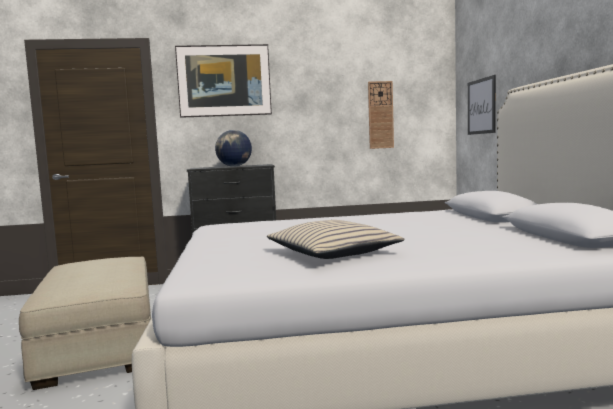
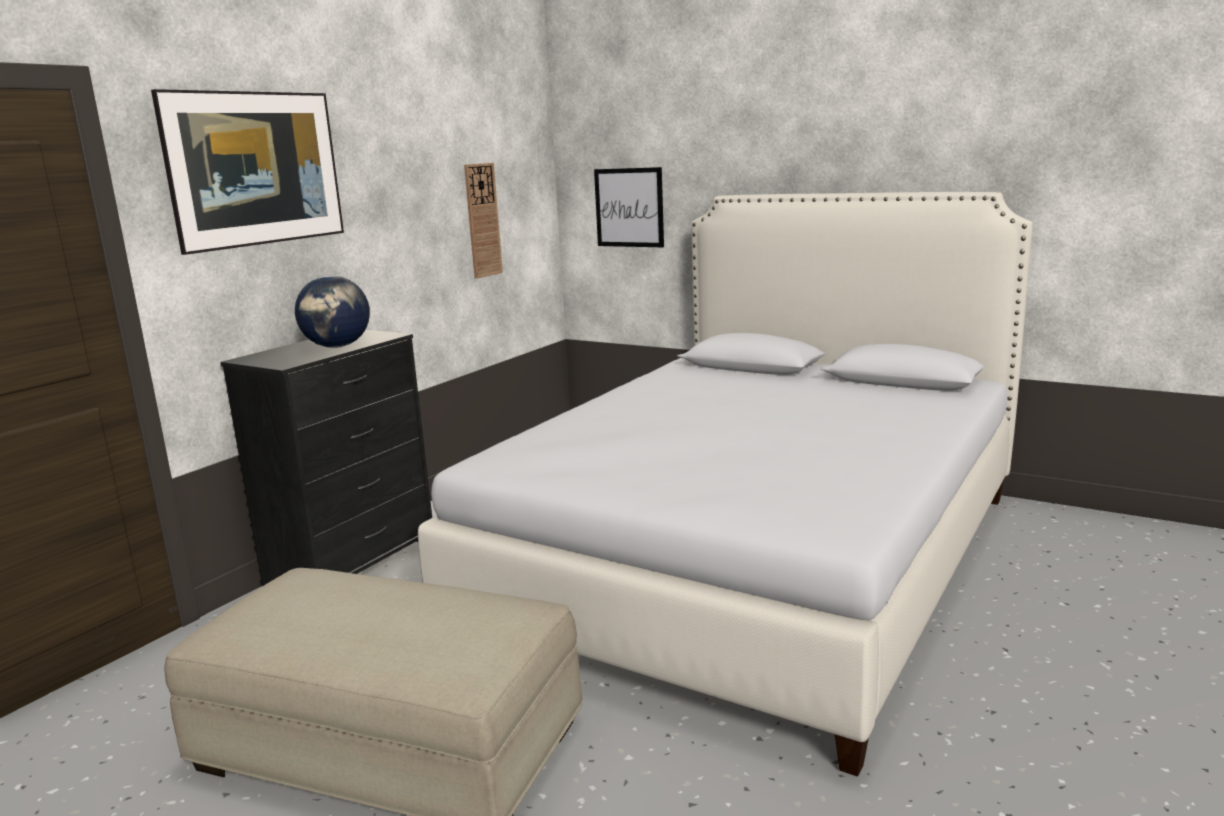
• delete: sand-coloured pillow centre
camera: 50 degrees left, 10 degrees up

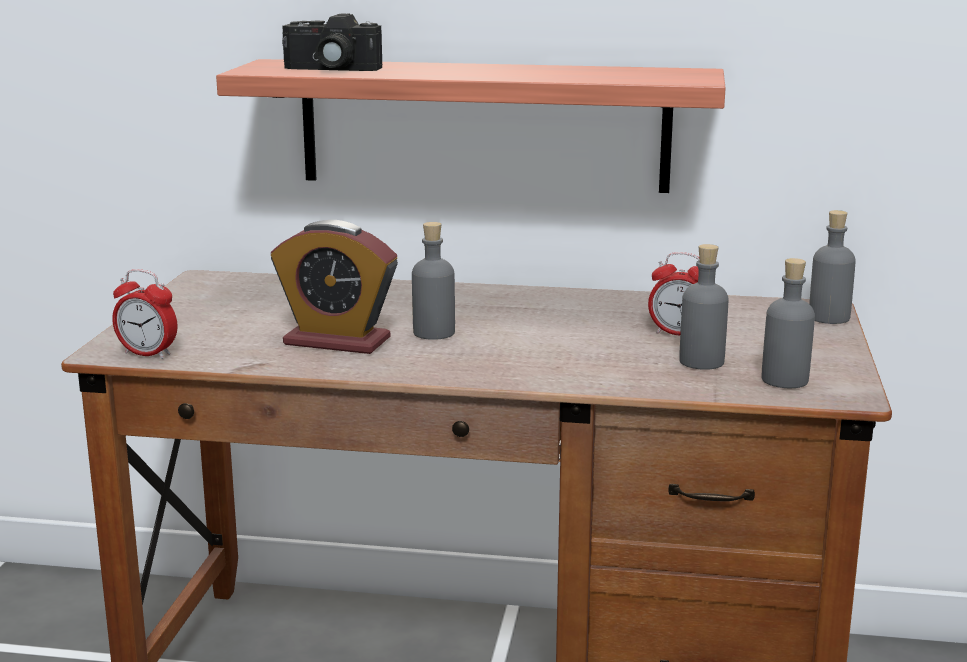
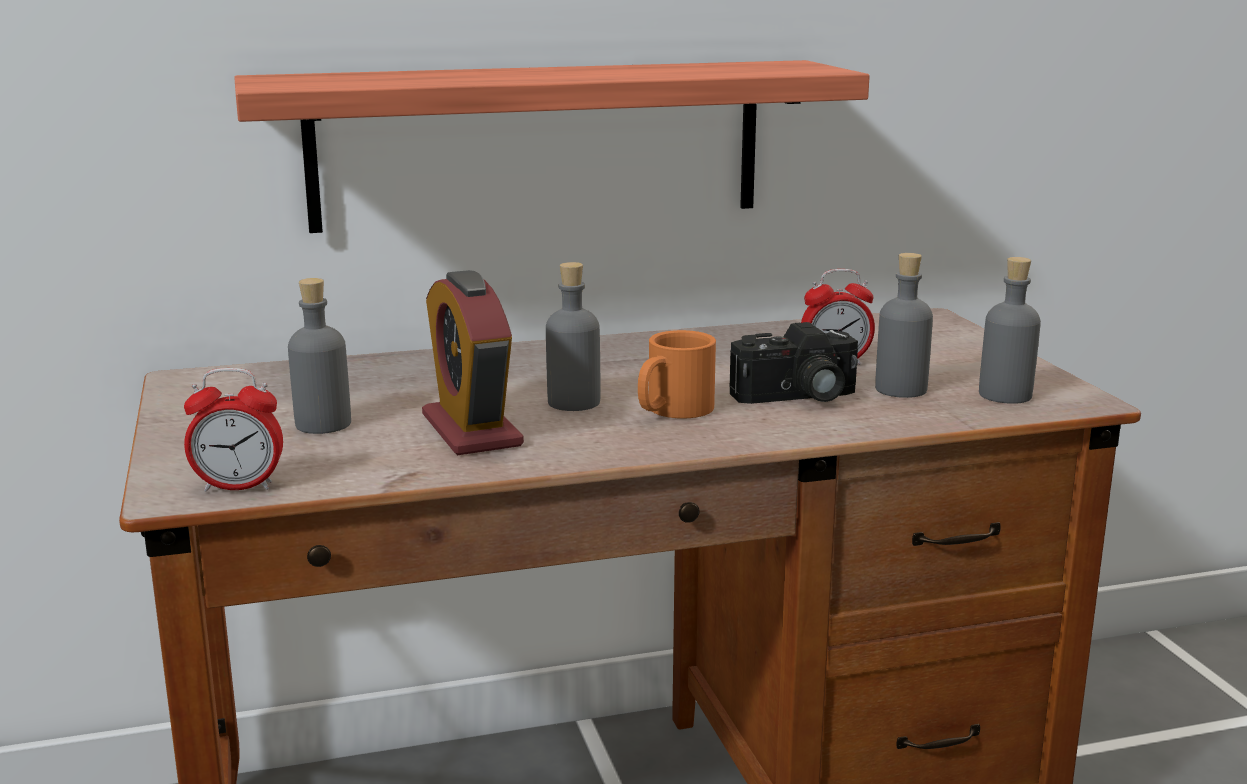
• insert: orangey mug centre
• move: photo camera top centre to centre
• move: gray bottle (4th from left in the first image) middle right to gray bottle (1st from left) middle left
• rotate: table clock (2nd from left) centre = centre 75 degrees clockwise
camera: 25 degrees left, 0 degrees up

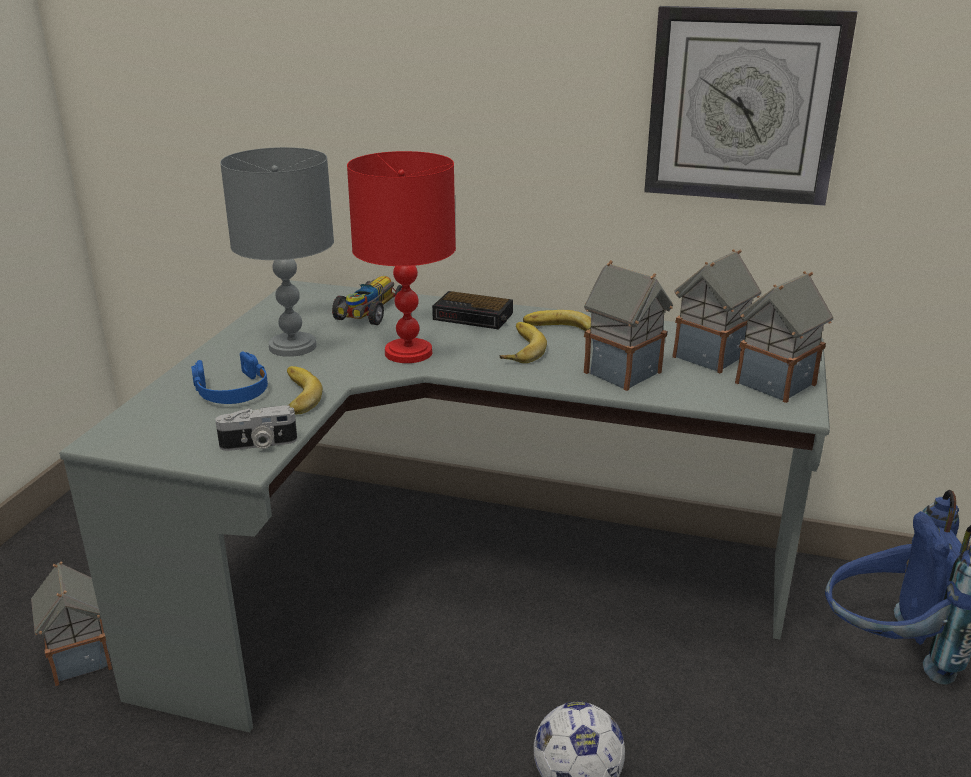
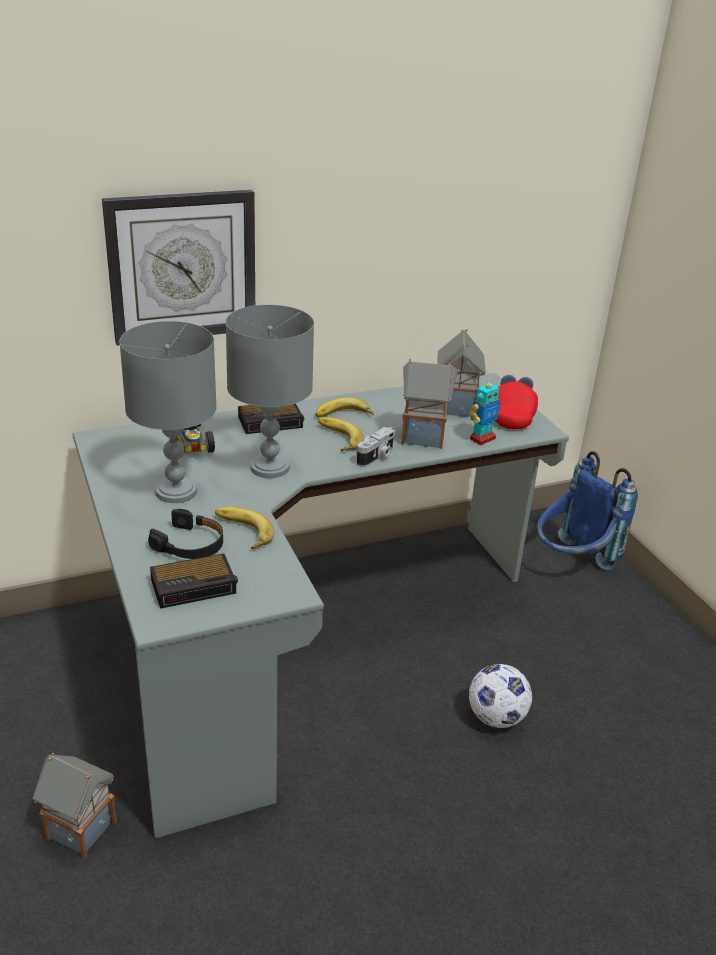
• insert: table clock (1st from left) middle left
• insert: toy robot middle right
• move: photo camera middle left to centre
• move: hanging clock top right to top left
• replace: toy house (4th from left) middle right to red cap middle right
• recolor: blue-coloured headset middle left to black headset middle left
• recolor: red lamp for a table top centre to gray lamp for a table (2nd from left) centre
camera: 40 degrees left, 5 degrees up

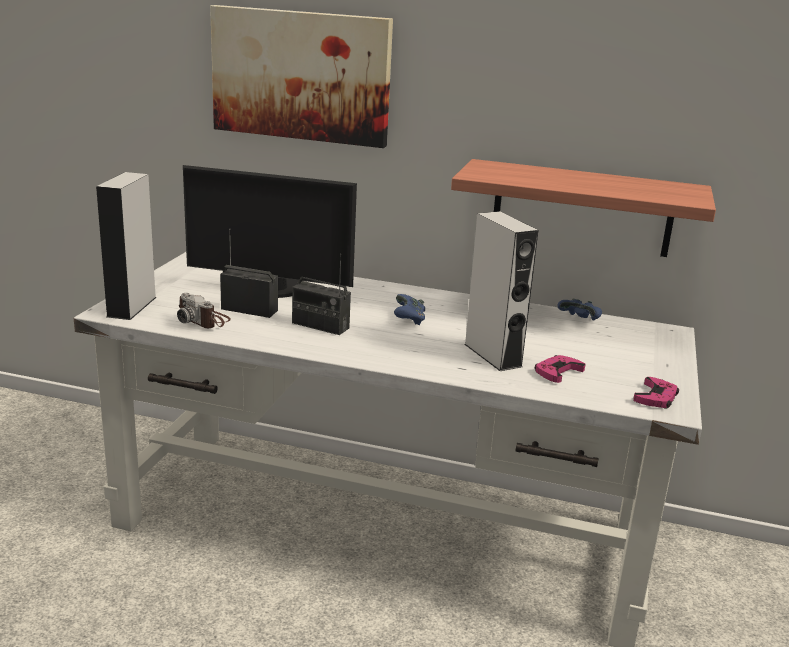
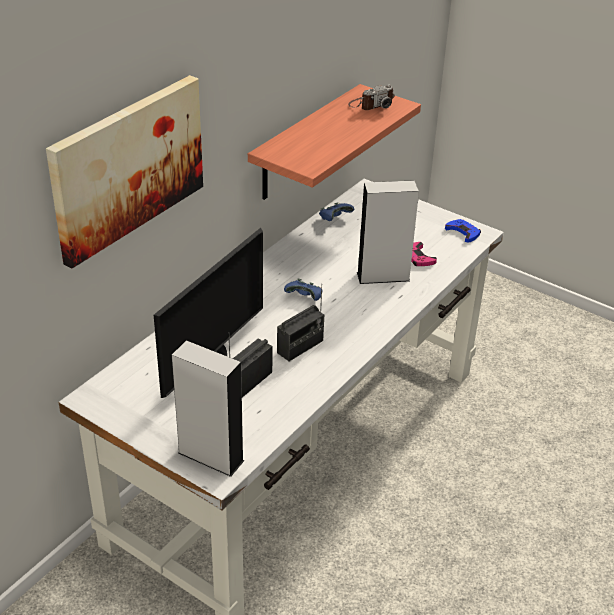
• move: photo camera middle left to top centre
• recolor: pink-coloured joypad (2nd from left) middle right to blue-coloured joypad (3rd from left) middle right
camera: 70 degrees left, 15 degrees up

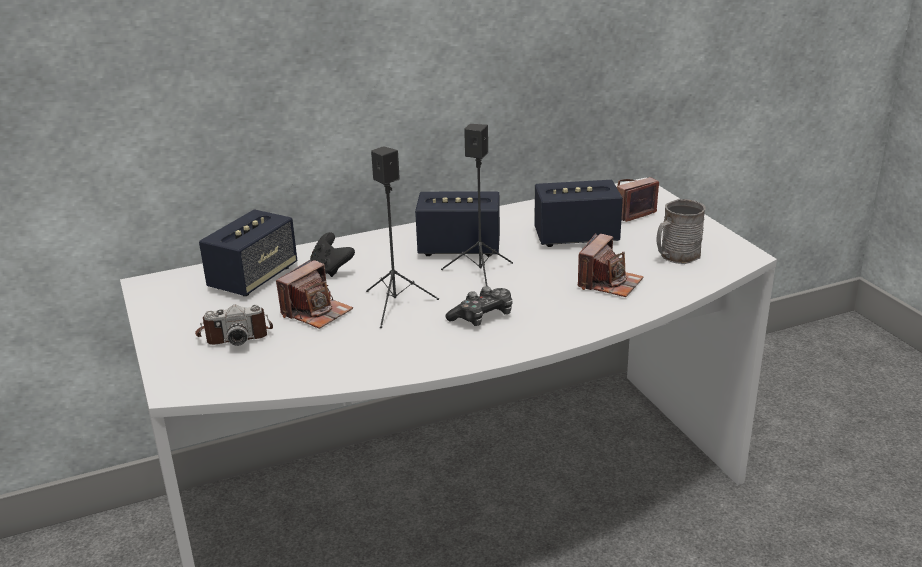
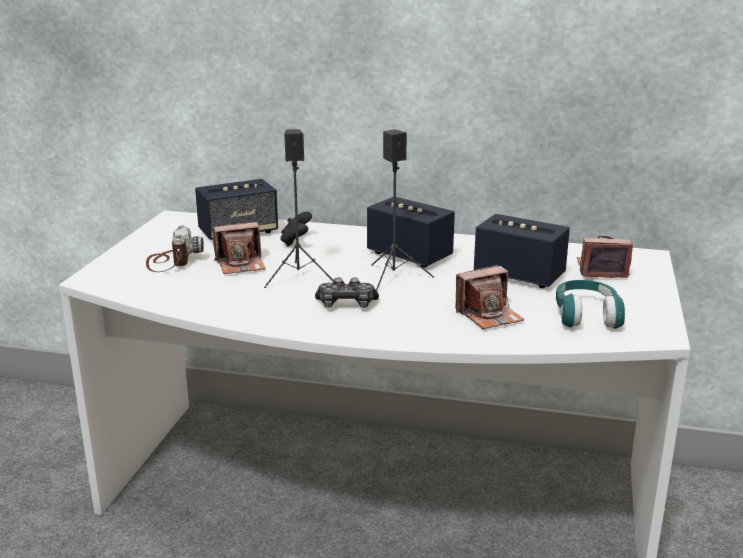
• replace: gray mug middle right to blue-green headset middle right
• rotate: photo camera (1st from left) middle left = middle left 120 degrees counterclockwise
camera: 35 degrees right, 5 degrees down

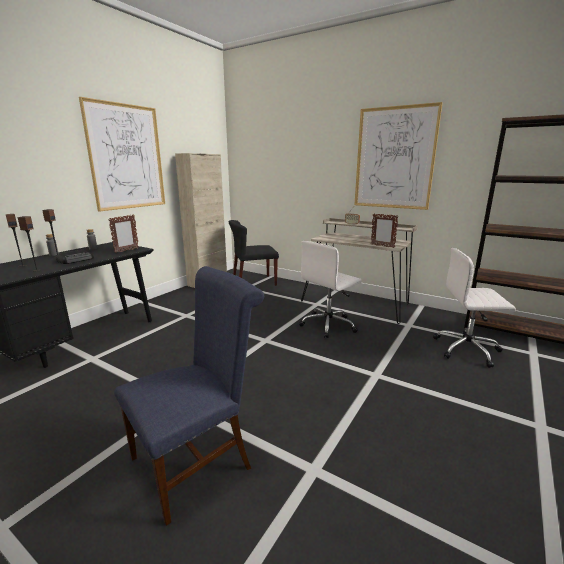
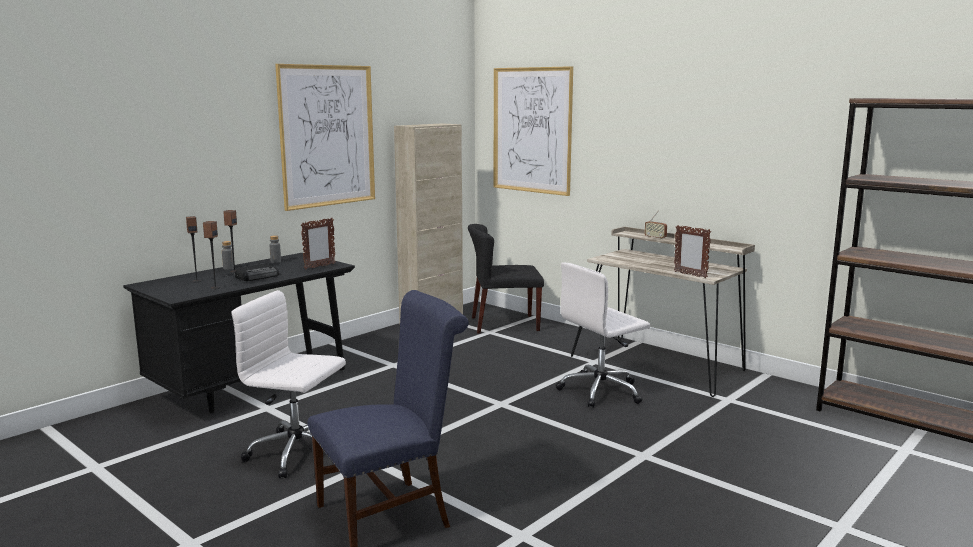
• move: wall picture (2nd from left) top right to top centre
• move: white office chair (2nd from left in the first image) middle right to white office chair (1st from left) bottom left
camera: 10 degrees right, 5 degrees down

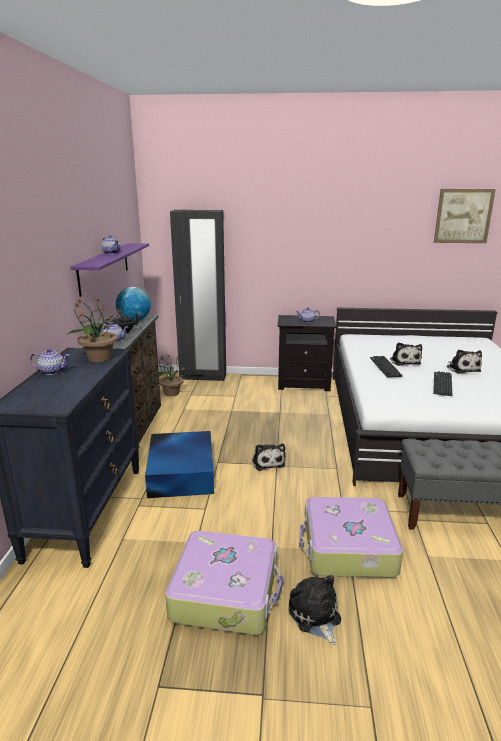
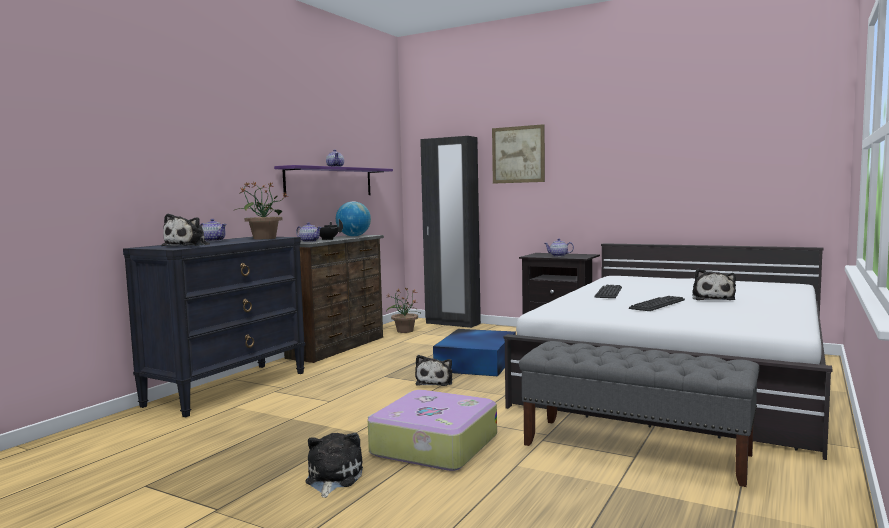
• delete: piece of luggage (1st from left) bottom centre
• move: blue-coloured storage container centre to bottom centre
• move: plush toy (3rd from left in the first image) middle right to plush toy (1st from left) middle left
• move: wall picture top right to top centre
camera: 25 degrees right, 15 degrees down

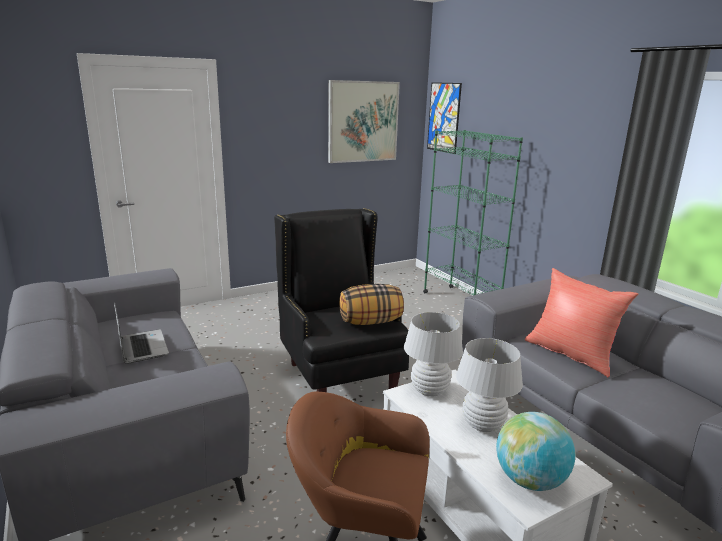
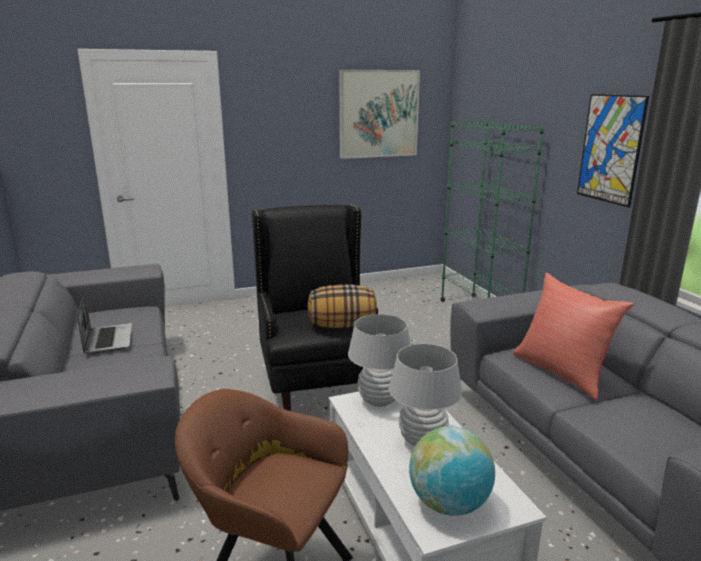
• move: wall picture (2nd from left) top centre to top right
camera: 10 degrees right, 0 degrees up

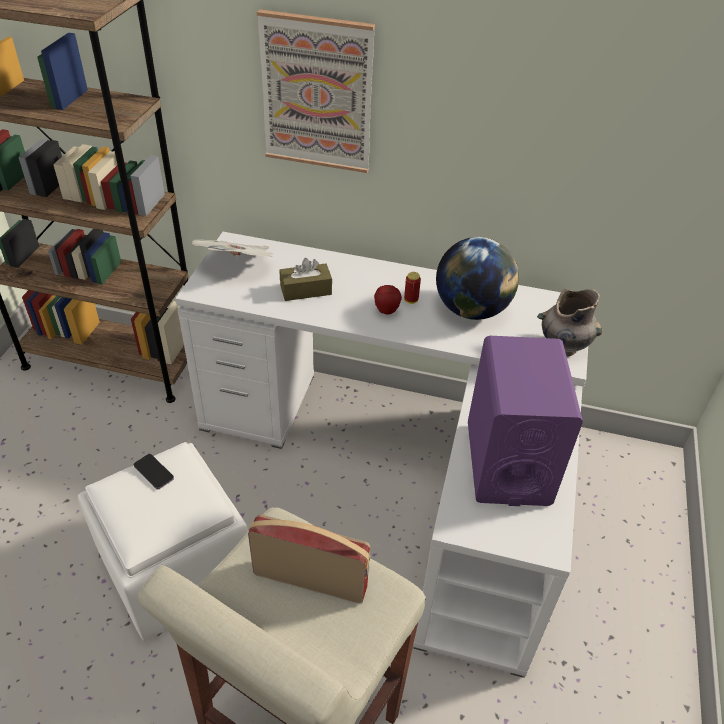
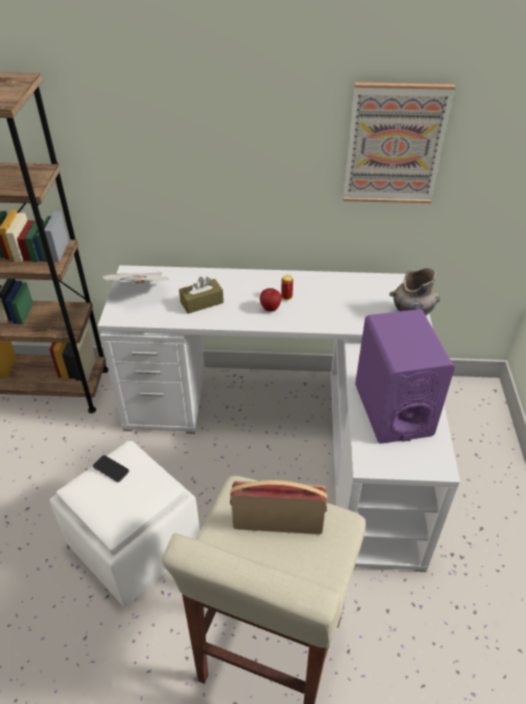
• delete: desk globe centre
• move: wall picture top centre to top right
camera: 10 degrees left, 0 degrees up

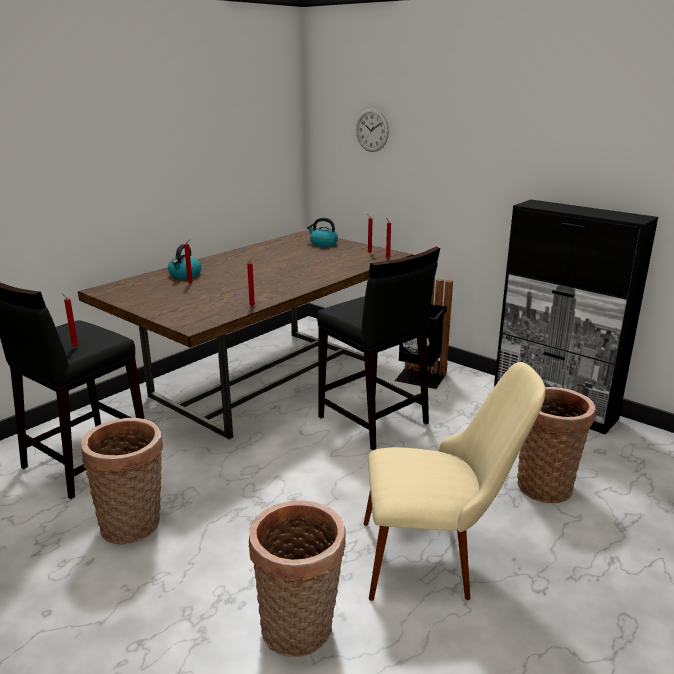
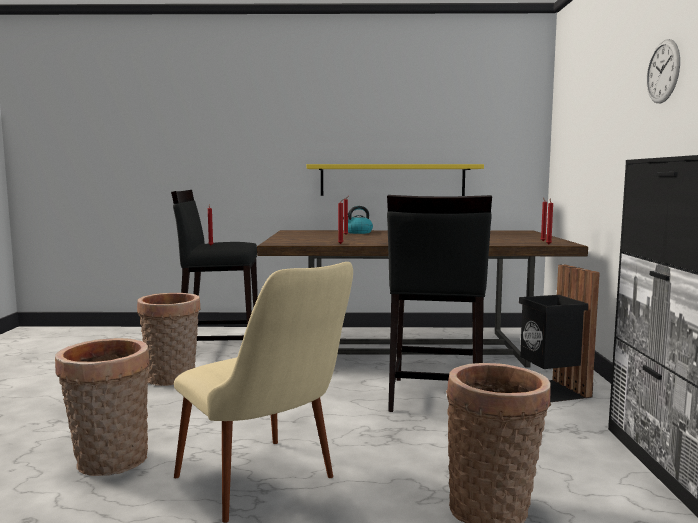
• delete: water kettle (2nd from left) centre
• insert: yellow-coloured wall shelf centre
• move: hanging clock top centre to top right
camera: 50 degrees right, 15 degrees down

